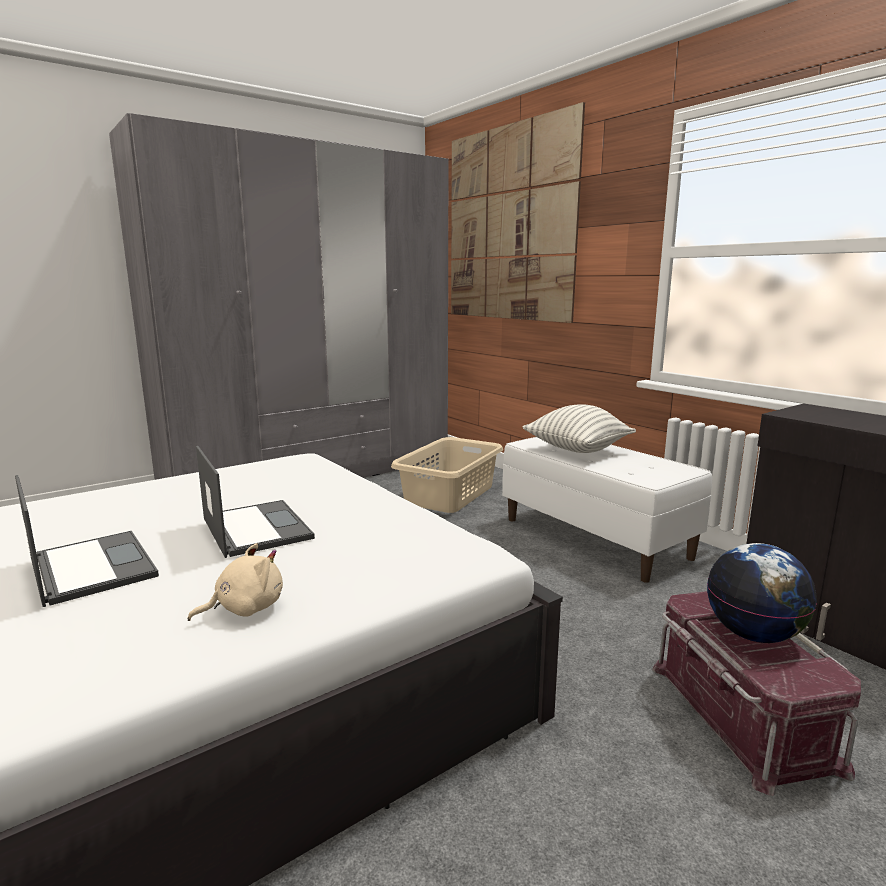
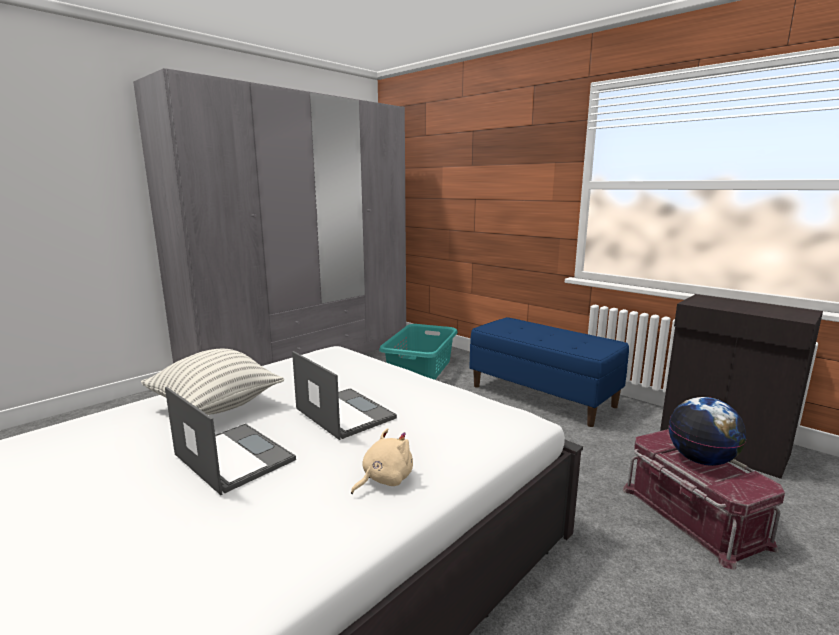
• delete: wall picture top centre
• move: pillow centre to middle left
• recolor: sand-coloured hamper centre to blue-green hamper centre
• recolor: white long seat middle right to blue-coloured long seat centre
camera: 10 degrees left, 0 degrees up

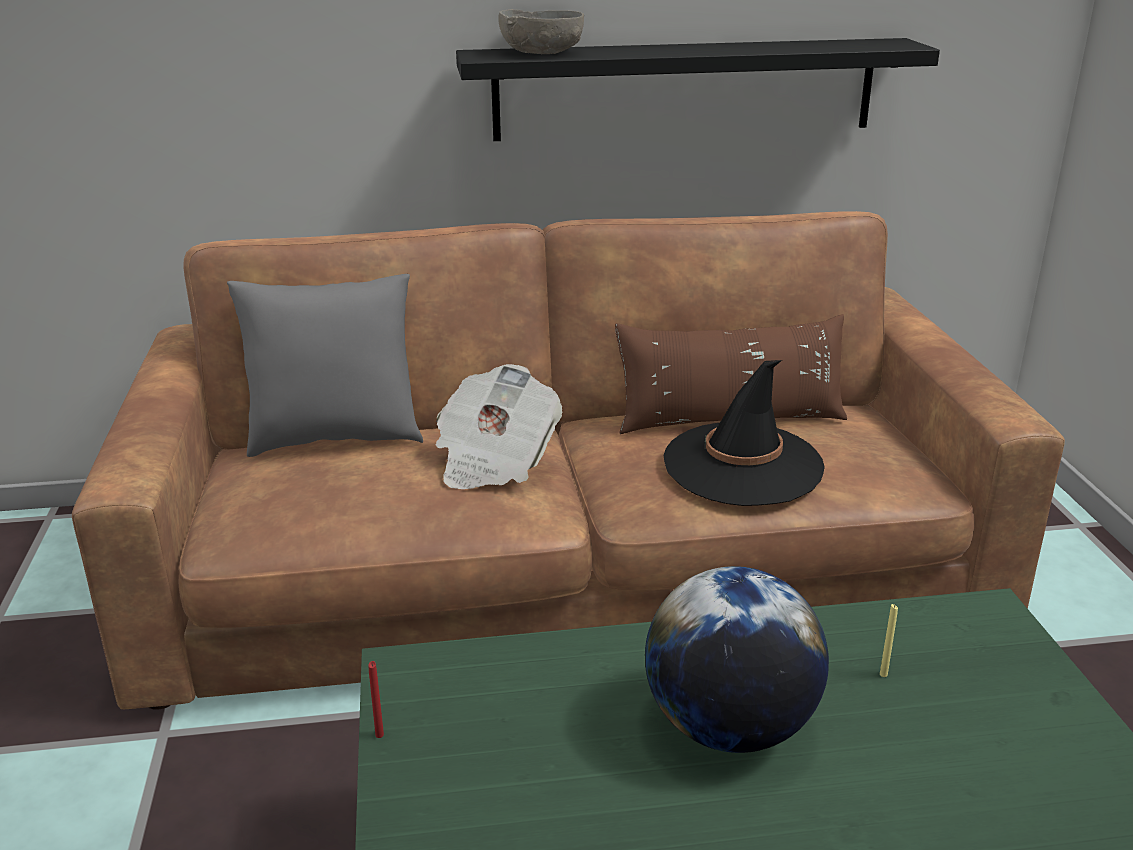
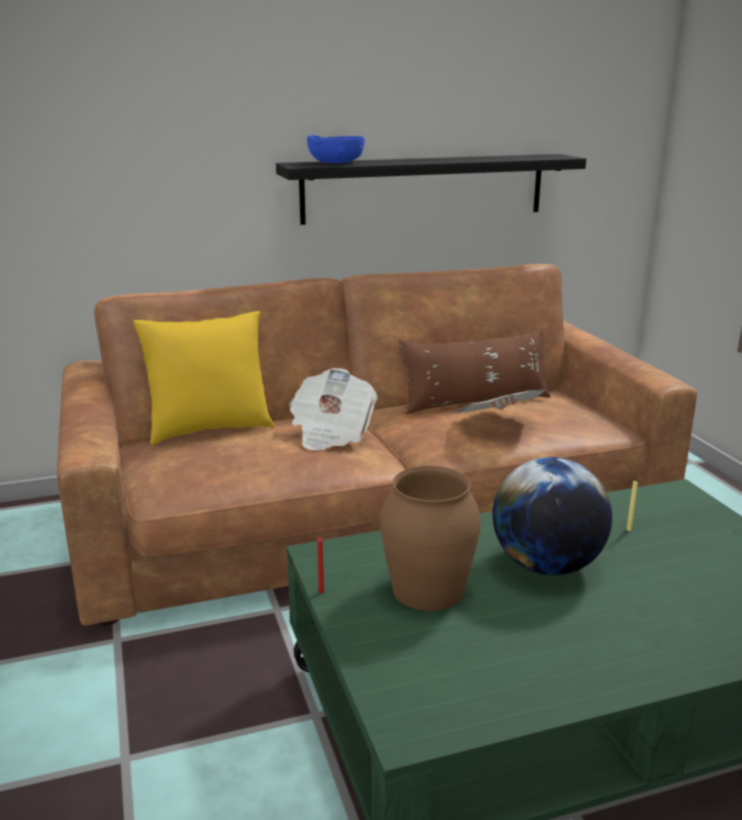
• insert: brown-coloured flower vase centre
• replace: black clothing hat centre to daily paper (2nd from left) middle right
• recolor: gray pillow middle left to yellow-coloured pillow middle left
• recolor: gray deep dish top centre to blue-coloured deep dish top centre
camera: 10 degrees left, 5 degrees down

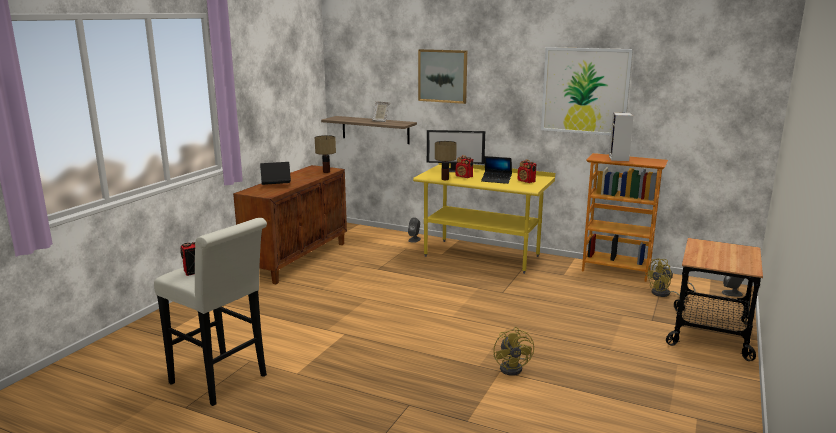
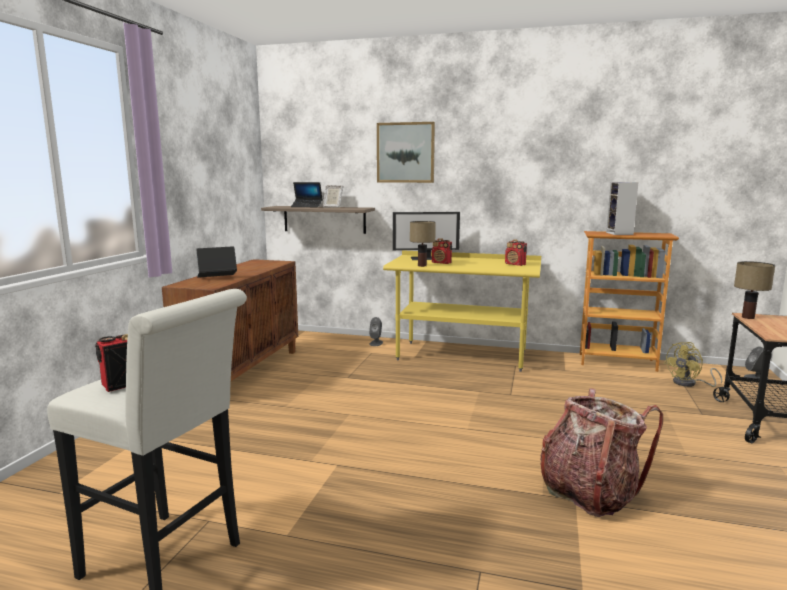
• delete: wall picture (2nd from left) top right
• move: lamp for a table (1st from left in the first image) centre to lamp for a table (2nd from left) middle right
• move: notebook computer (2nd from left) centre to top centre
• replace: yellow-coloured fan (1st from left) bottom centre to backpack bottom right
camera: 10 degrees left, 5 degrees down

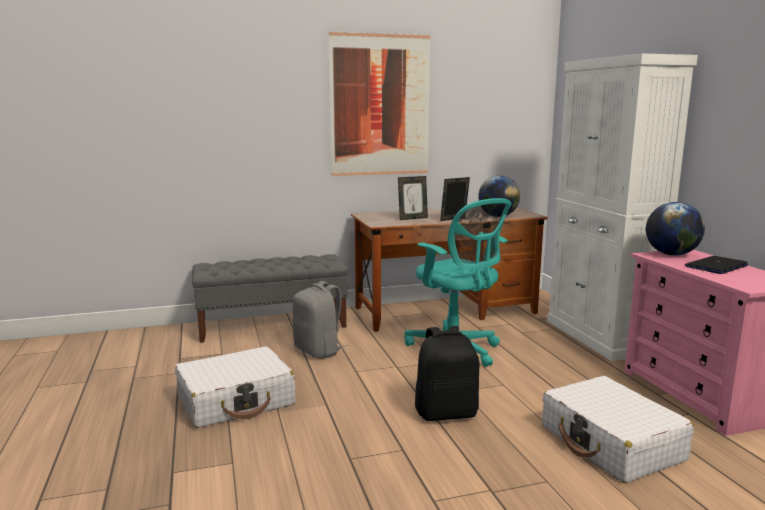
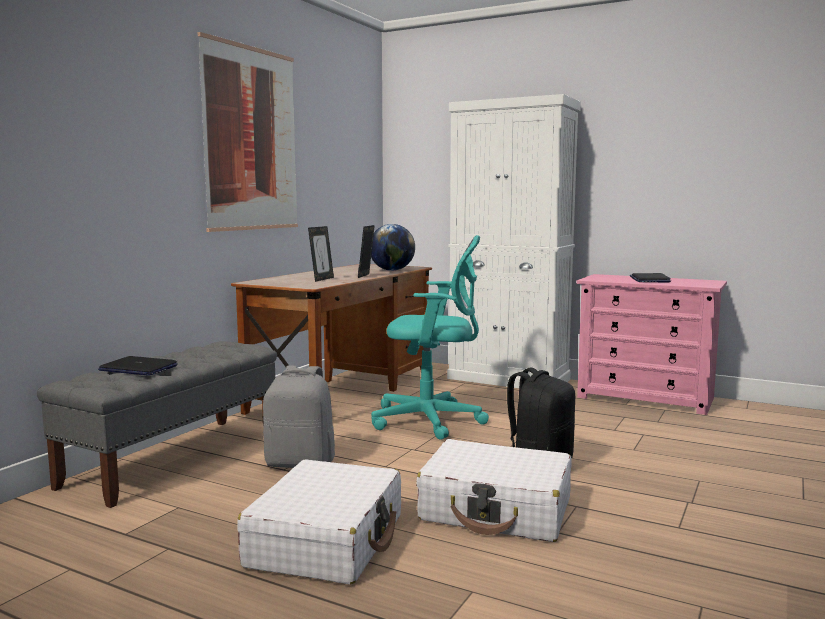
• delete: desk globe (2nd from left) middle right
• insert: notebook computer (1st from left) middle left
• move: white piece of luggage (2nd from left) bottom right to bottom centre
camera: 45 degrees left, 5 degrees down

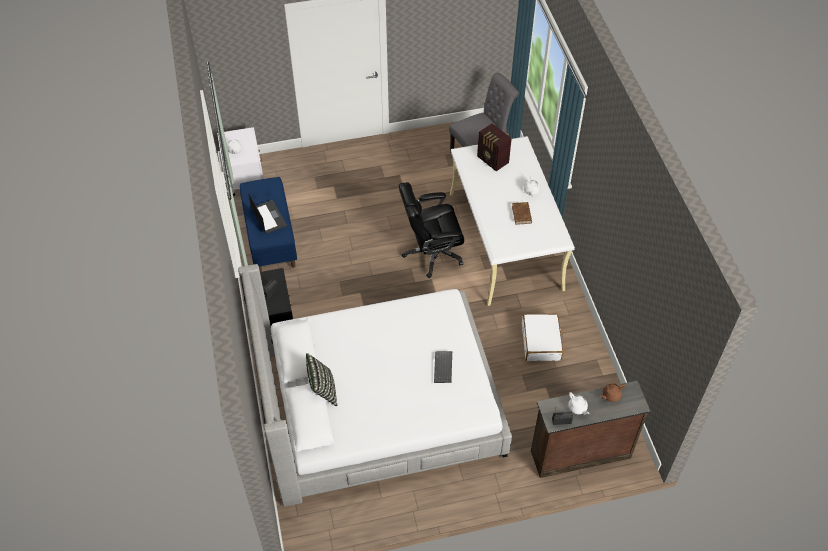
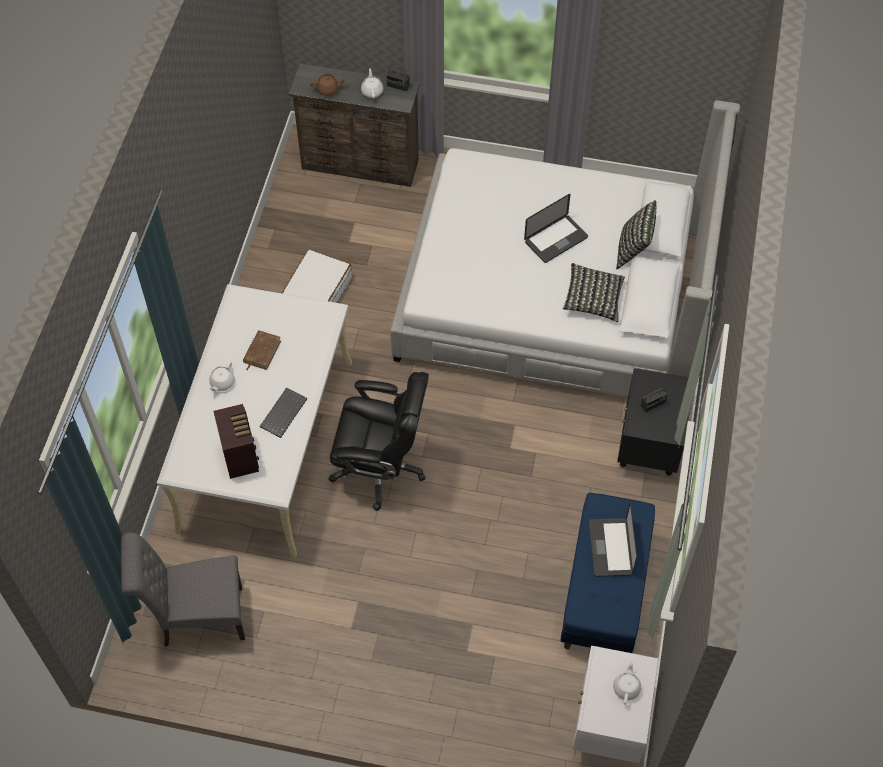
• insert: notebook computer (1st from left) top centre
• insert: pillow (1st from left) middle right
• move: keyboard centre to middle left
camera: 155 degrees left, 5 degrees up

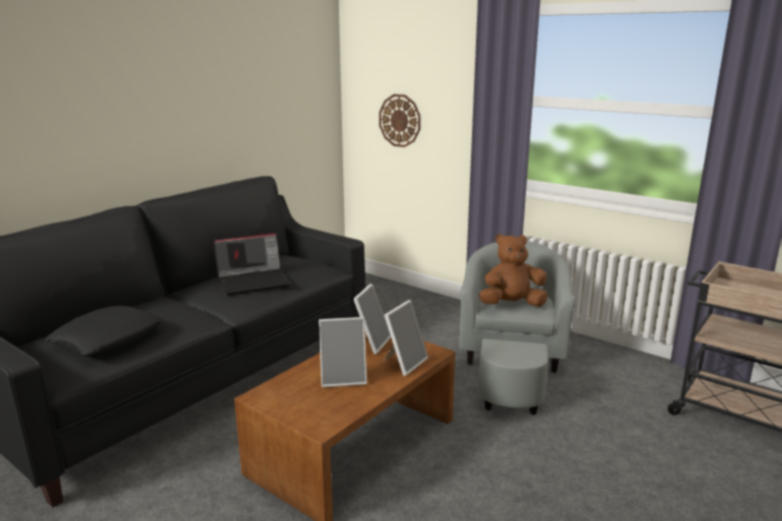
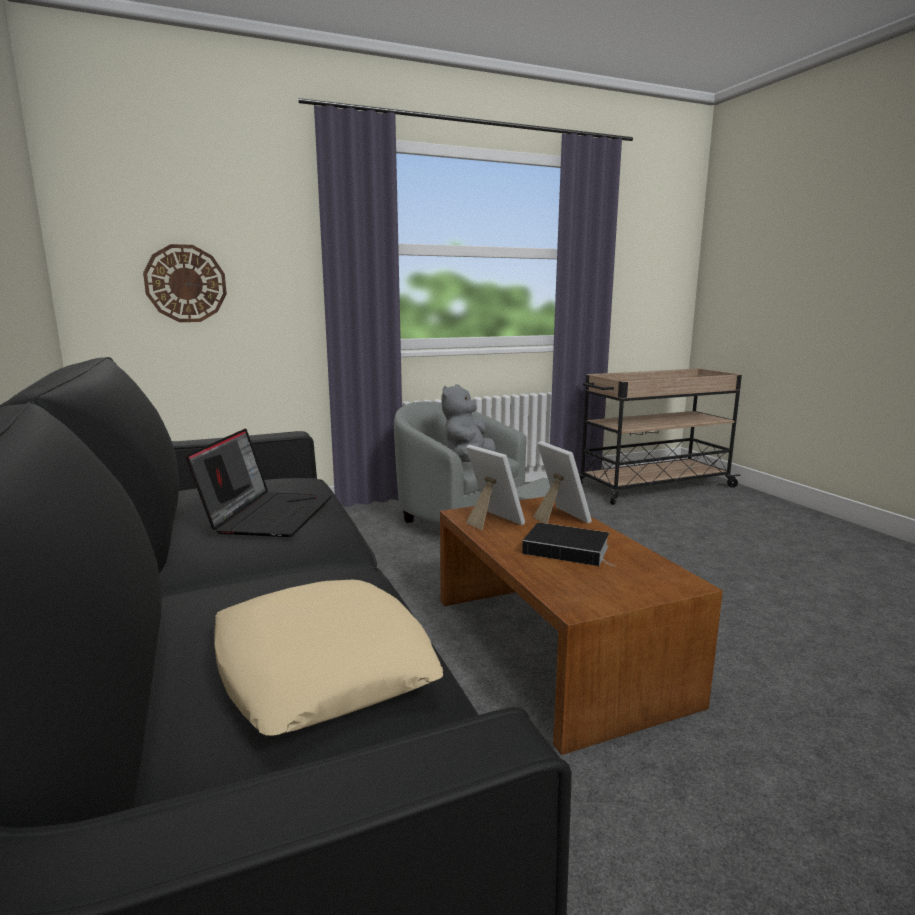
• replace: standing frame (1st from left) bottom centre to volume centre
• recolor: black pillow middle left to sand-coloured pillow bottom centre
• recolor: brown-coloured plush toy centre to gray plush toy centre
camera: 60 degrees left, 5 degrees down

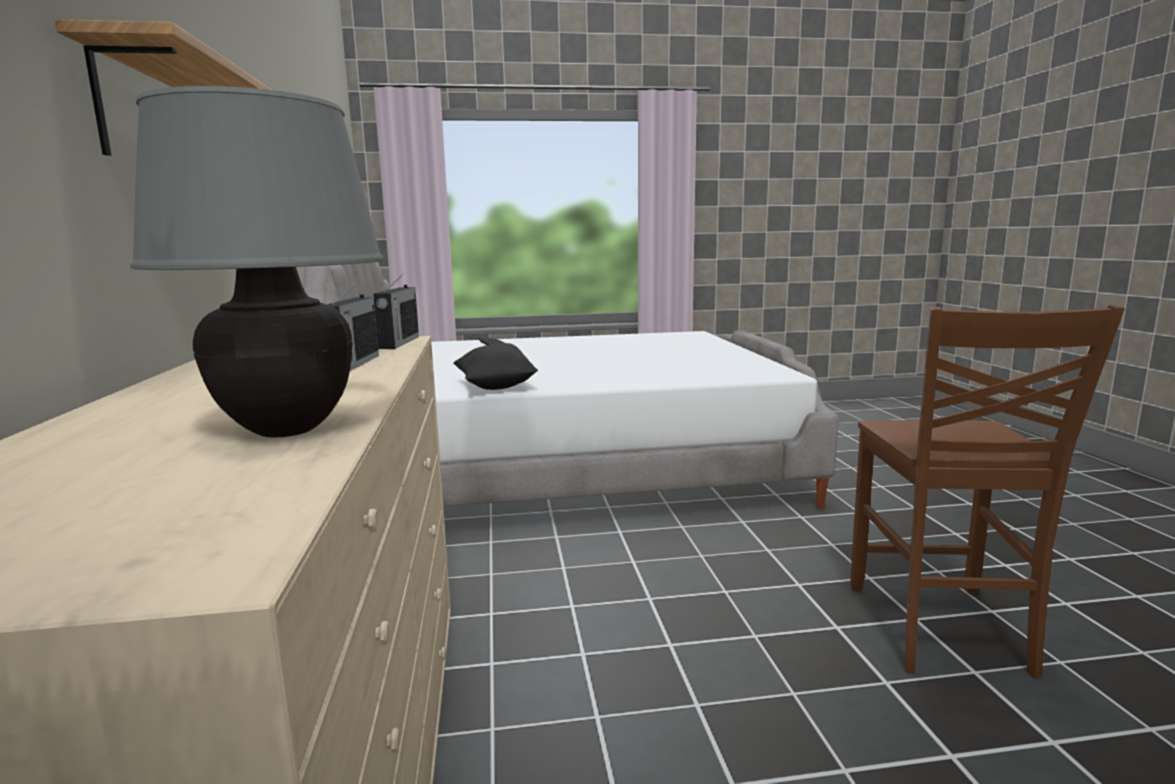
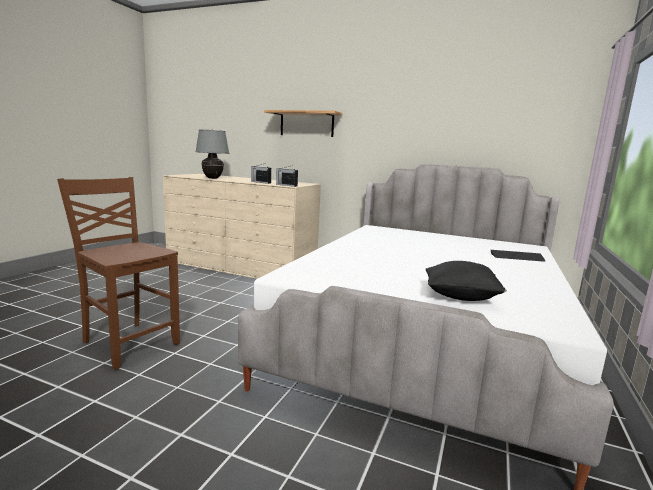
• move: black pillow centre to middle right
camera: 120 degrees right, 0 degrees up

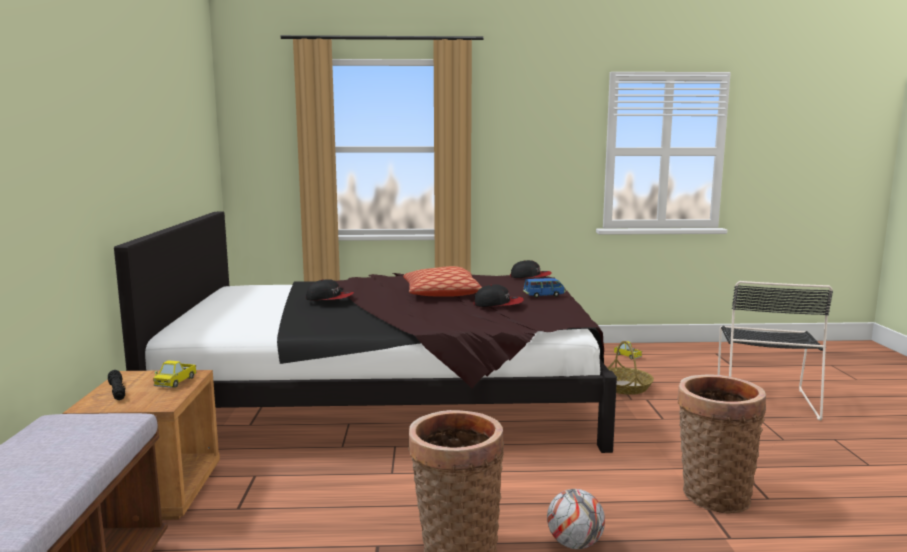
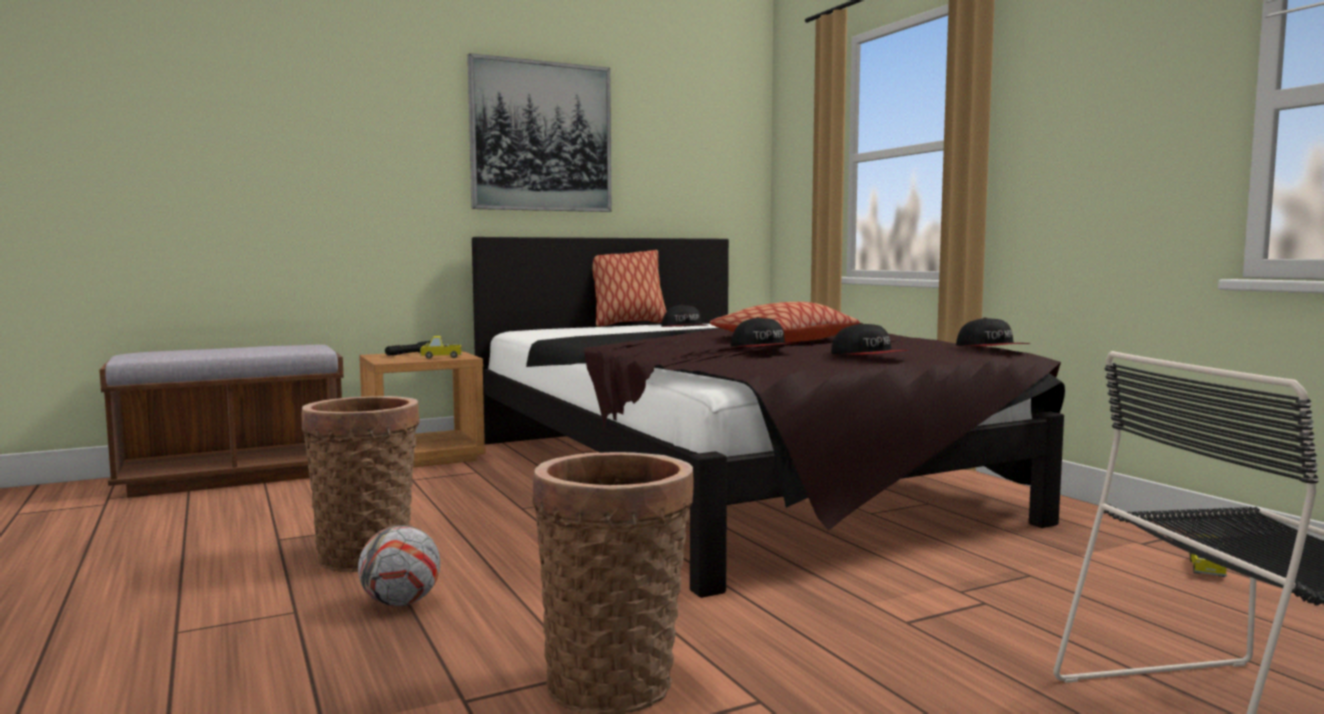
• delete: storage basket (2nd from left) bottom right
• insert: wall picture top centre
• insert: pillow (1st from left) centre
• replace: blue-coloured model car centre to cap (3rd from left) centre
camera: 65 degrees right, 5 degrees down

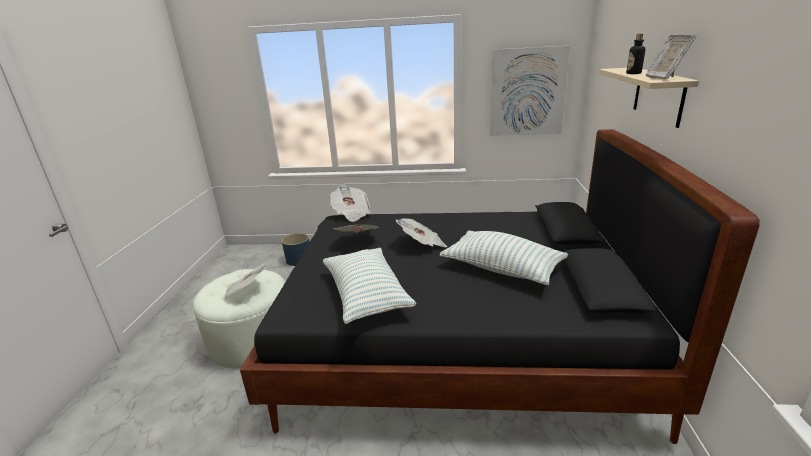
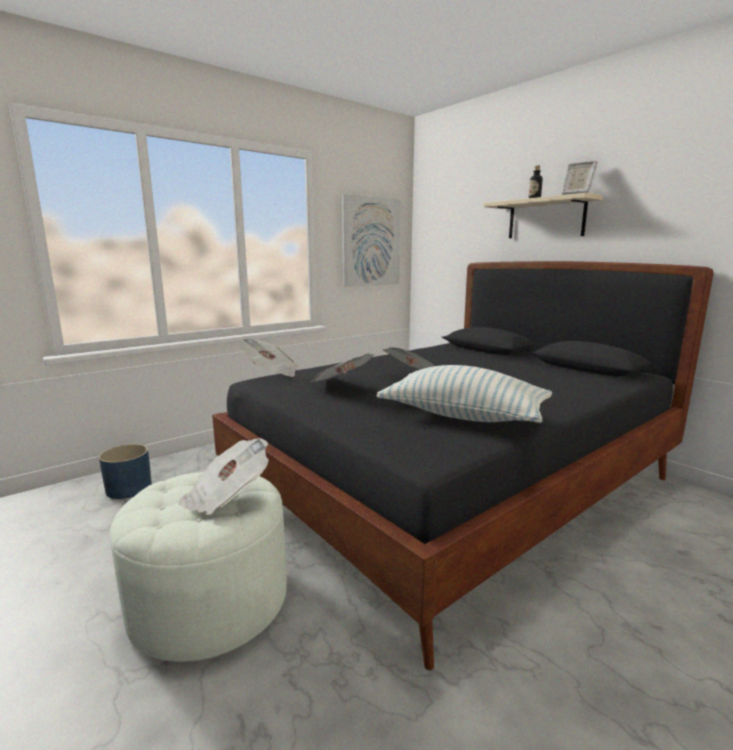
• delete: pillow (2nd from left) centre
camera: 45 degrees left, 10 degrees down

